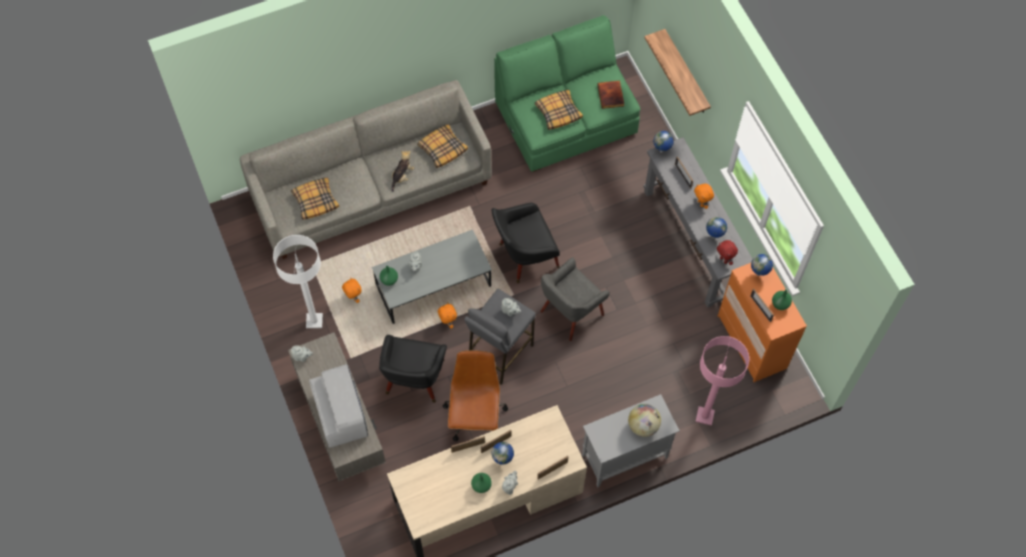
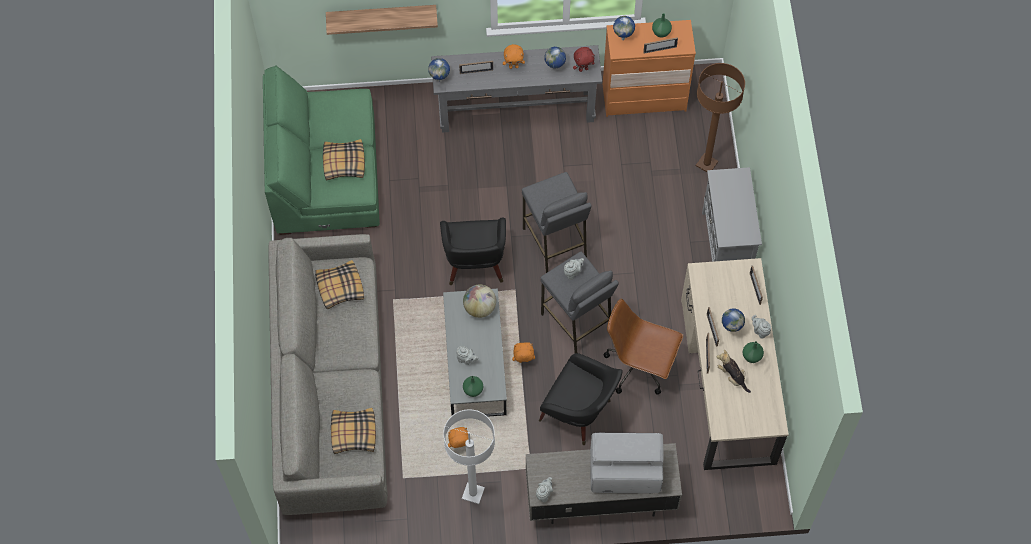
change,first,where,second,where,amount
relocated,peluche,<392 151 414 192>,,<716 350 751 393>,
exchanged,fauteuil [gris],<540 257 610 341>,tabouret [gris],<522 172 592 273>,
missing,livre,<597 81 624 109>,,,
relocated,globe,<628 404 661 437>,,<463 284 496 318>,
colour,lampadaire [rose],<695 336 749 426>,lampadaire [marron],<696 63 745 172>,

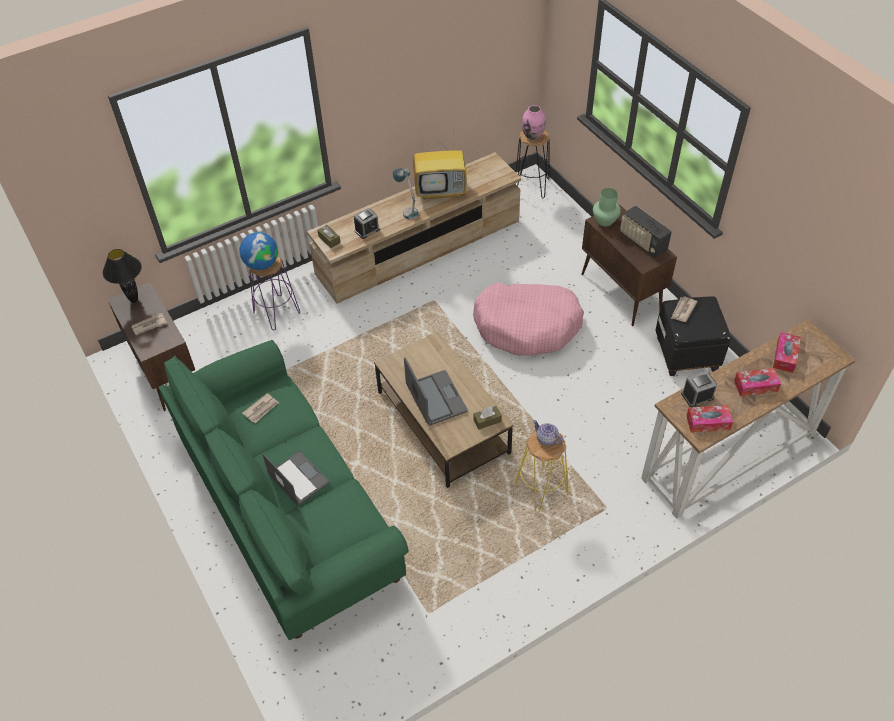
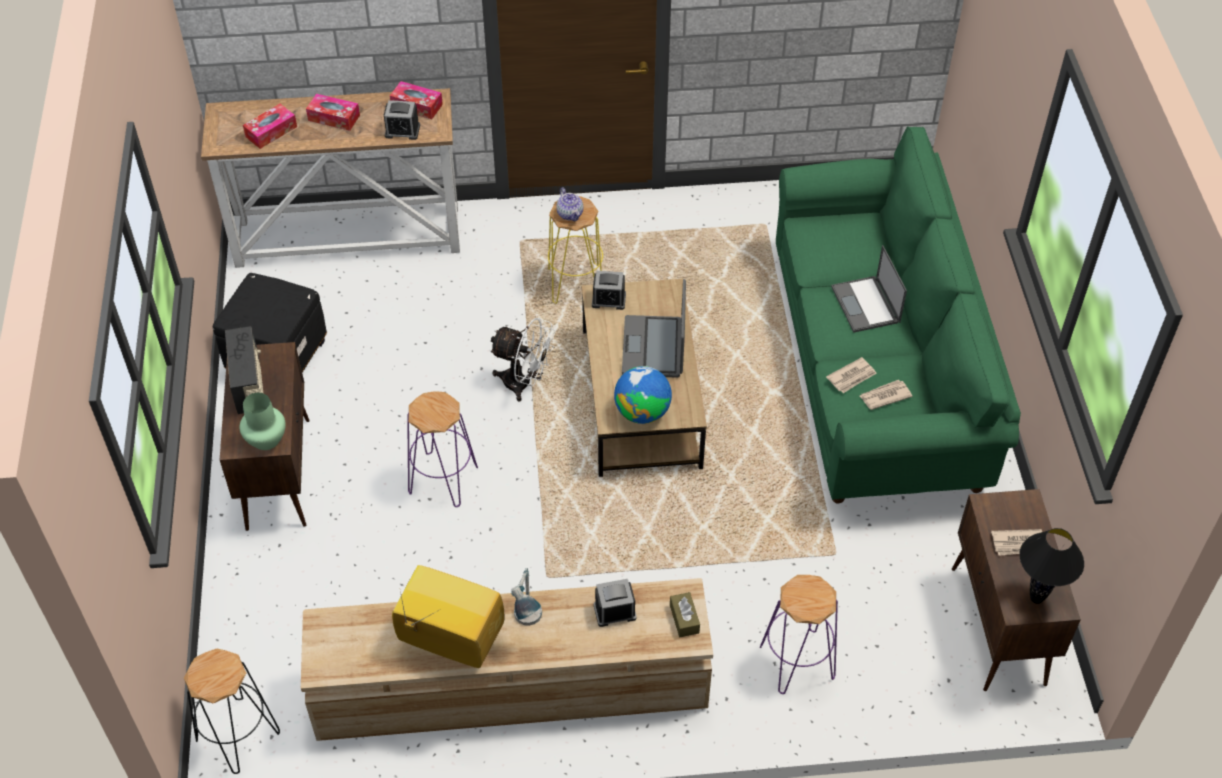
change,first,where,second,where,amount
relocated,globe,<240 232 278 270>,,<614 366 672 424>,
exchanged,panier pour chien [rose],<473 283 584 356>,tabouret [violet],<407 391 478 507>,
exchanged,boîte à mouchoirs [marron],<473 406 502 430>,réveil,<592 271 626 310>,
missing,vase [rose],<522 105 546 140>,,,
relocated,journal,<671 297 698 322>,,<826 357 877 393>,
appeared,,,ventilateur [blanc],<489 318 555 402>,

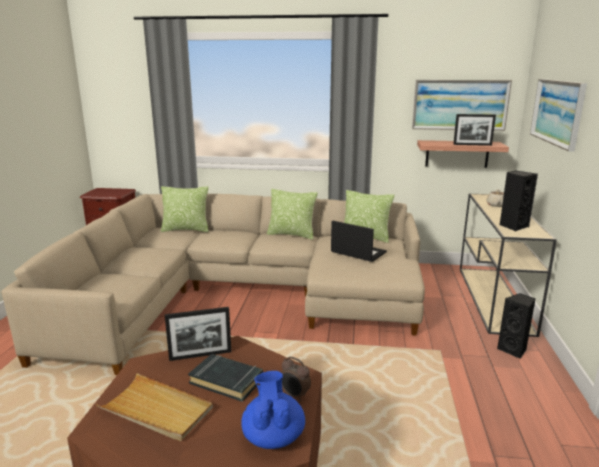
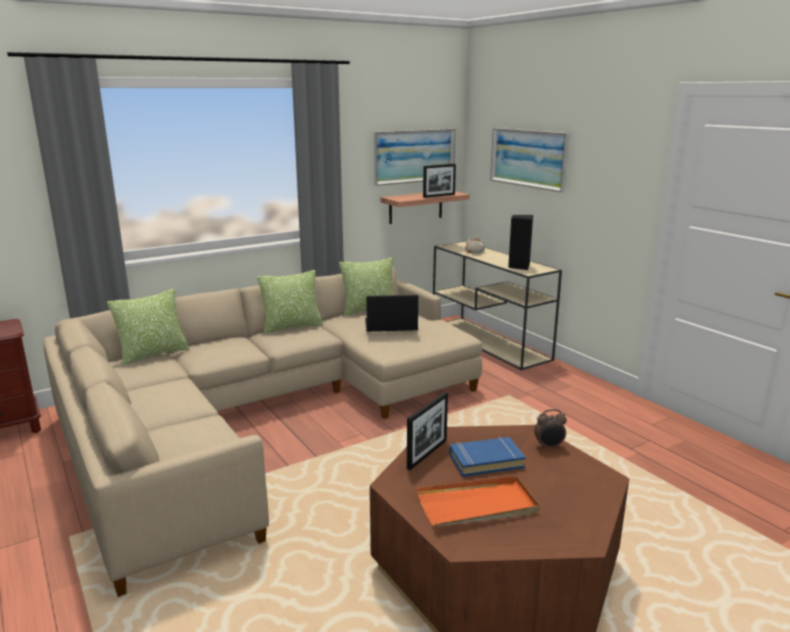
change,first,where,second,where,amount
colour,plateau [beige],<96 373 213 441>,plateau [orange],<417 476 539 527>,
colour,livre [noir],<188 354 263 402>,livre [bleu],<449 437 526 477>,
missing,théière [bleu],<241 371 305 449>,,,
missing,enceinte [noir],<497 293 536 359>,,,

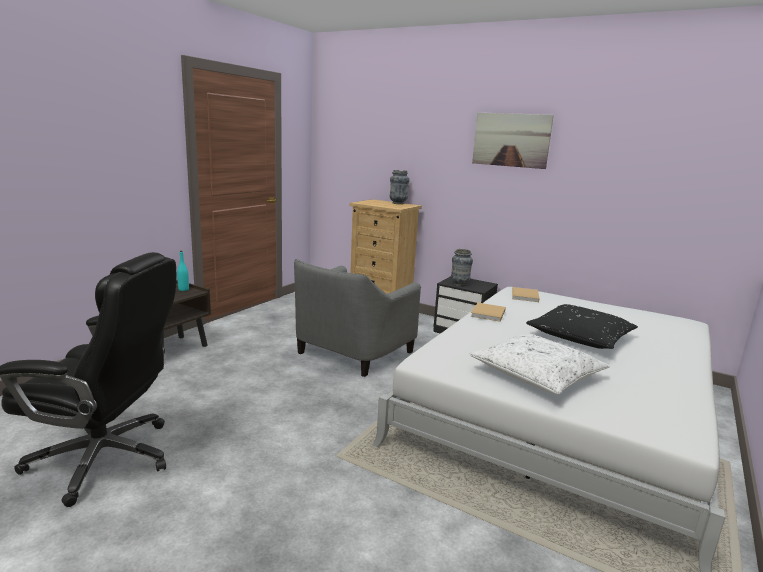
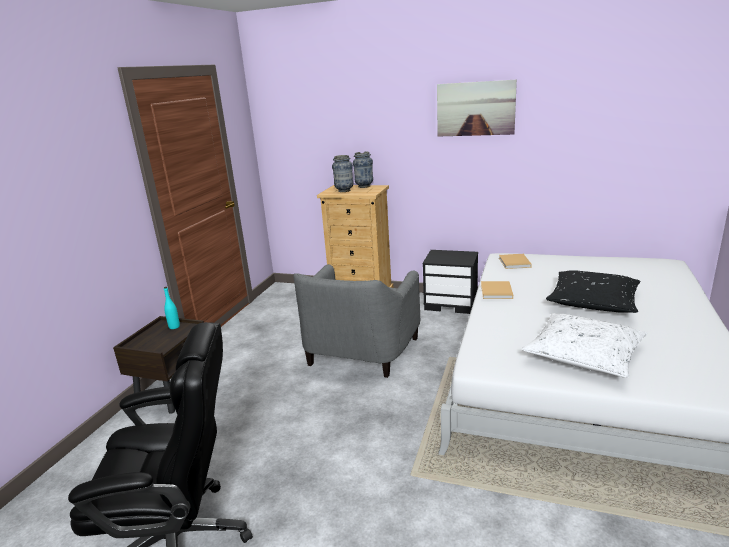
change,first,where,second,where,amount
relocated,vase,<451 249 473 286>,,<332 155 353 192>,

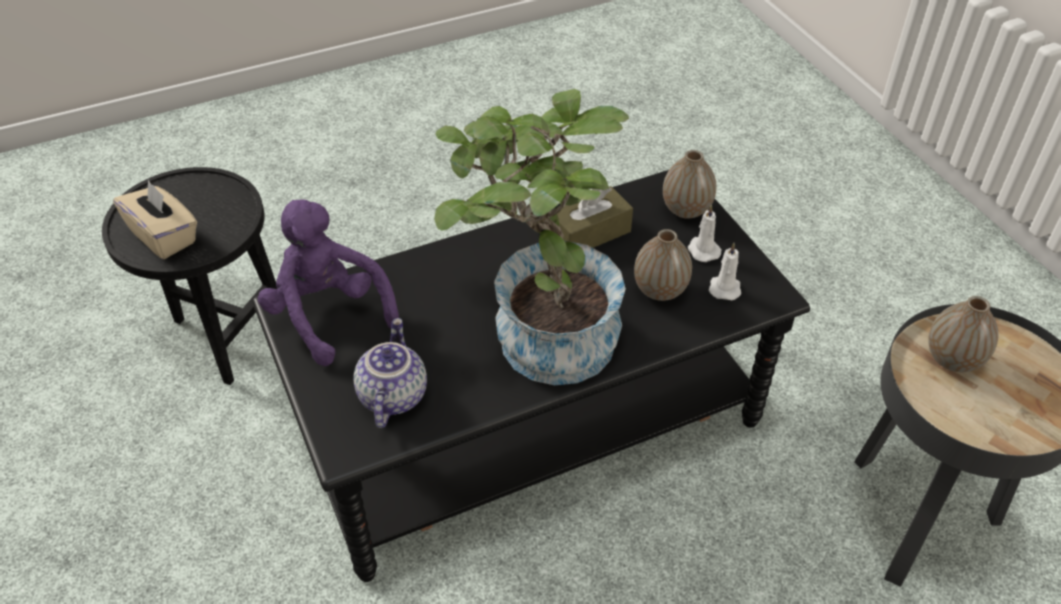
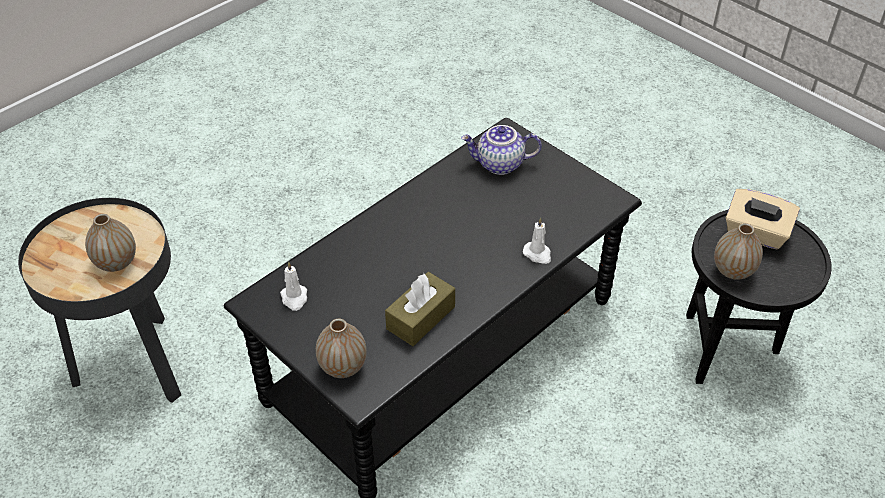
change,first,where,second,where,amount
missing,peluche [violet],<258 199 399 366>,,,
spun,théière,<354 318 427 428>,,<461 125 542 175>,105 degrees clockwise
missing,plante en pot,<434 89 629 385>,,,
relocated,vase,<634 229 692 301>,,<714 223 763 280>,
relocated,bougie [blanc],<688 205 722 262>,,<523 217 551 264>,

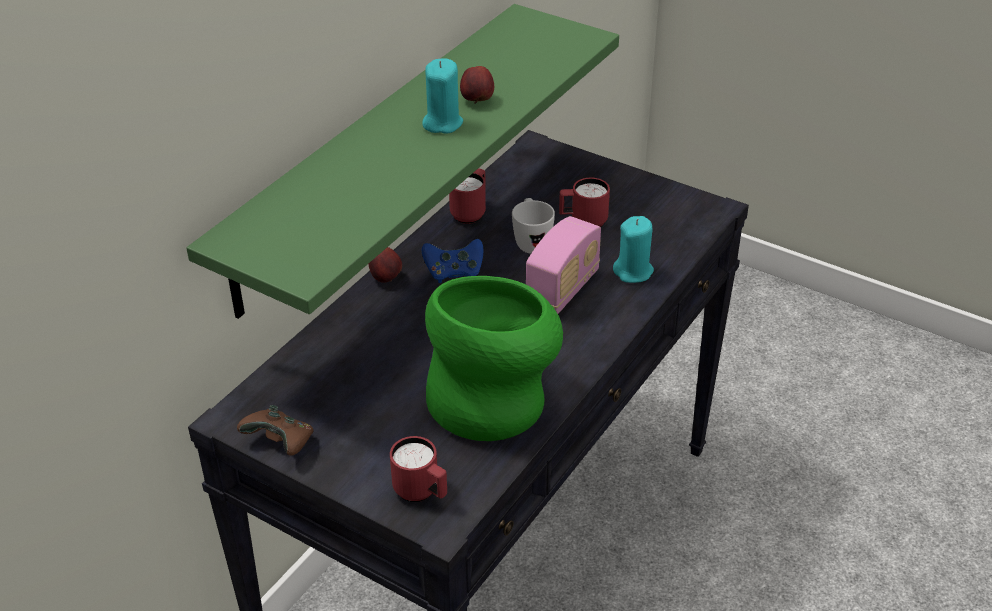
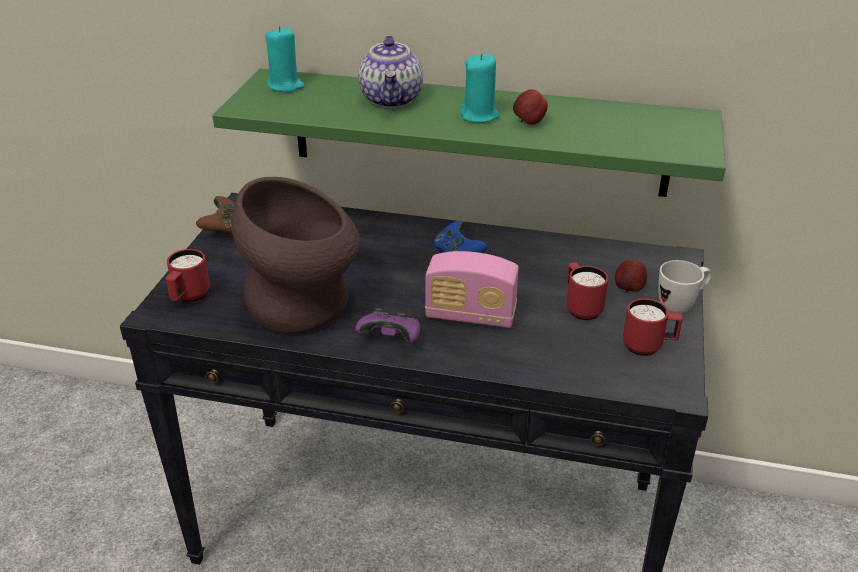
change,first,where,second,where,amount
relocated,pomme,<368 247 402 283>,,<615 260 647 293>,
colour,vase [vert],<425 276 563 441>,vase [marron],<232 177 361 334>,
relocated,mug [rouge],<449 169 486 224>,,<623 298 683 356>,
relocated,mug [blanc],<512 198 555 254>,,<658 260 712 313>,
relocated,bougie [turquoise],<613 216 654 283>,,<265 26 305 92>,
appeared,,,manette [violet],<355 308 420 343>,
appeared,,,théière,<358 36 423 108>,

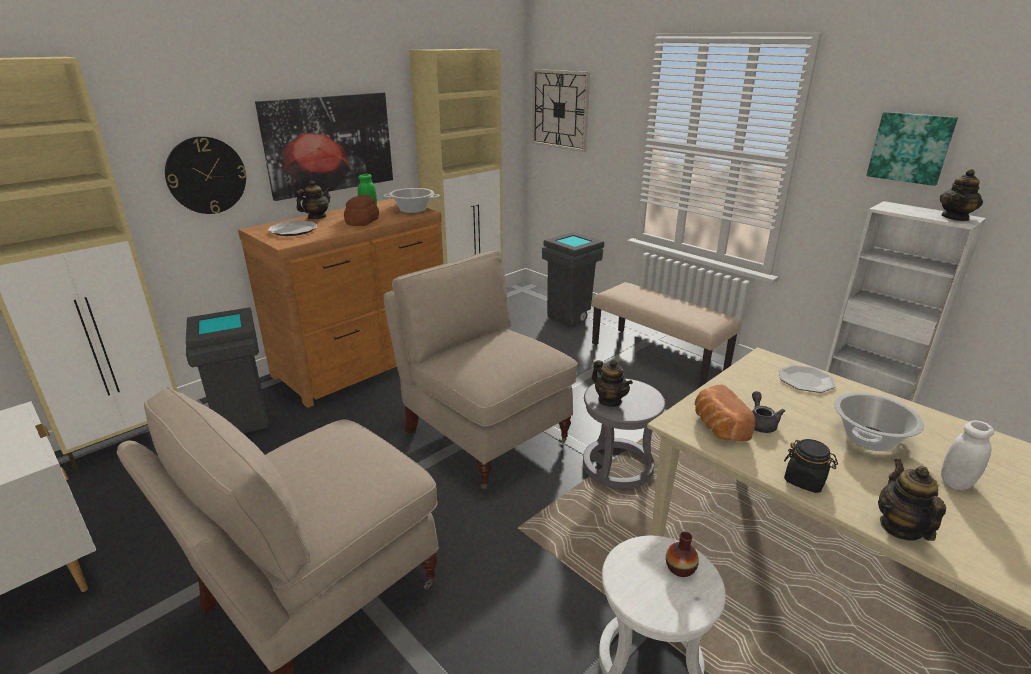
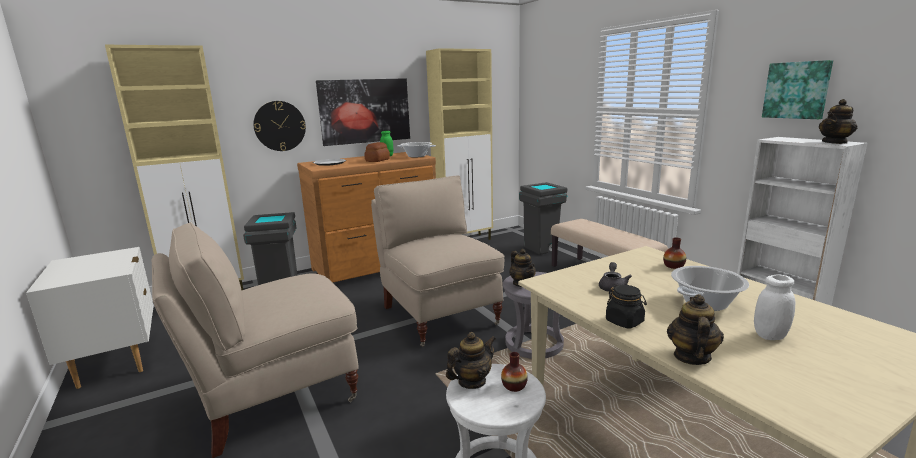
change,first,where,second,where,amount
relocated,théière,<296 180 331 219>,,<446 332 495 389>,
missing,horloge murale,<532 69 590 152>,,,
missing,pain,<695 384 755 441>,,,
exchanged,assiette,<779 365 836 393>,vase,<663 238 686 269>,

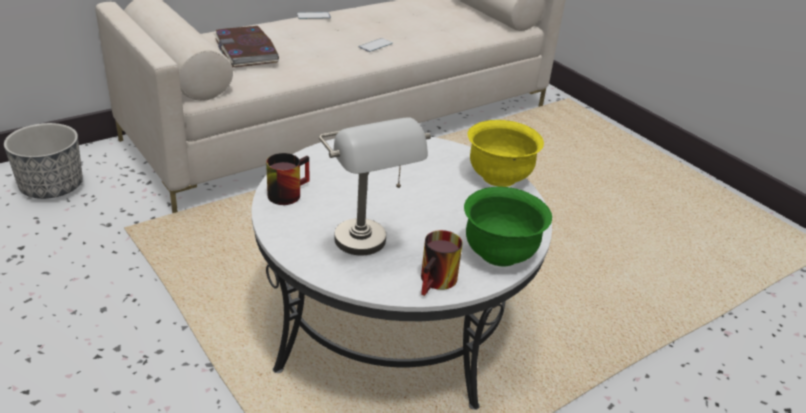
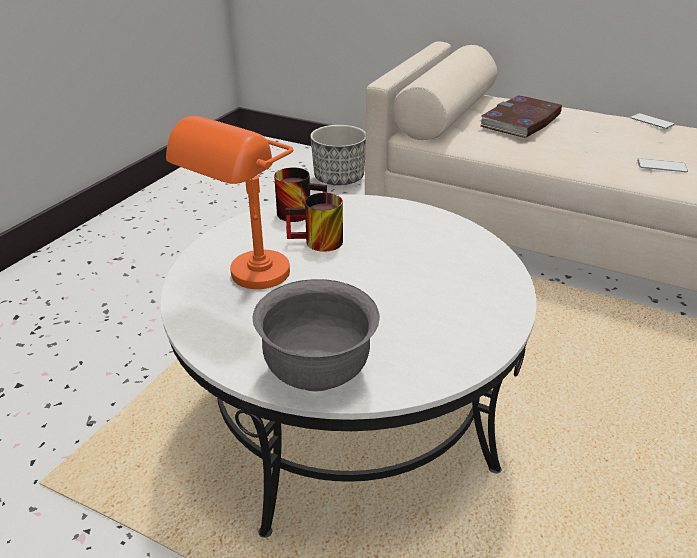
change,first,where,second,where,amount
colour,lampe de table [gris],<319 117 431 255>,lampe de table [orange],<166 116 293 289>,
relocated,mug,<421 230 462 296>,,<286 193 343 252>,
colour,bol [vert],<464 187 552 266>,bol [gris],<253 279 380 391>,
missing,bol [jaune],<468 120 544 187>,,,

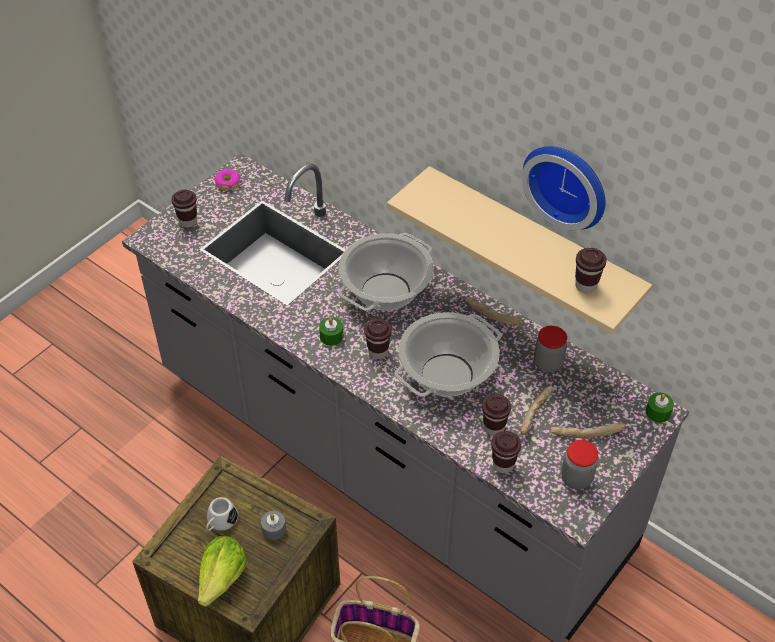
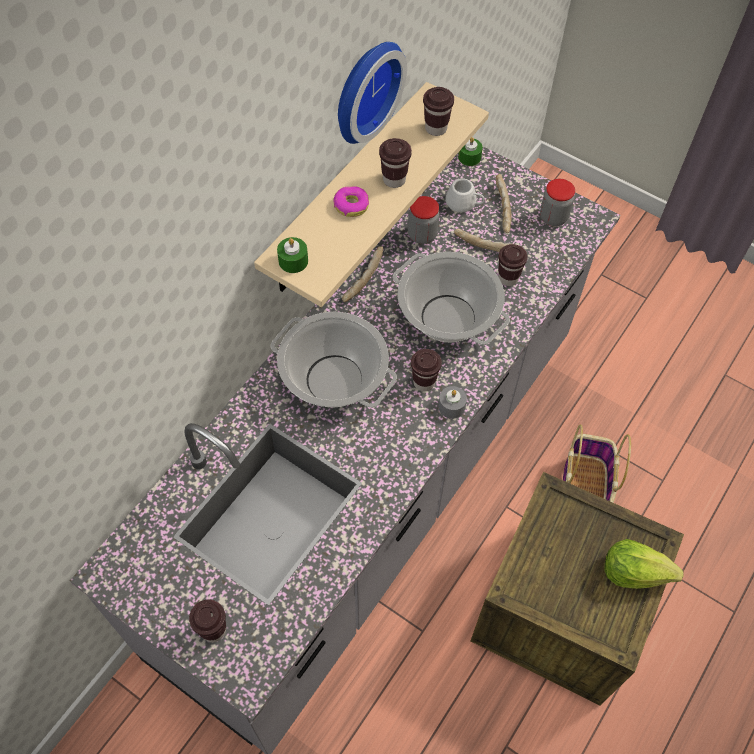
change,first,where,second,where,amount
relocated,mug [blanc],<206 497 238 531>,,<446 178 485 212>,
relocated,beignet,<215 169 241 190>,,<333 186 369 217>,
relocated,bougie [gris],<261 511 286 540>,,<438 386 467 419>,
relocated,bougie [vert],<319 317 343 346>,,<277 237 308 273>,
relocated,tasse [marron],<491 431 521 473>,,<379 138 412 188>,

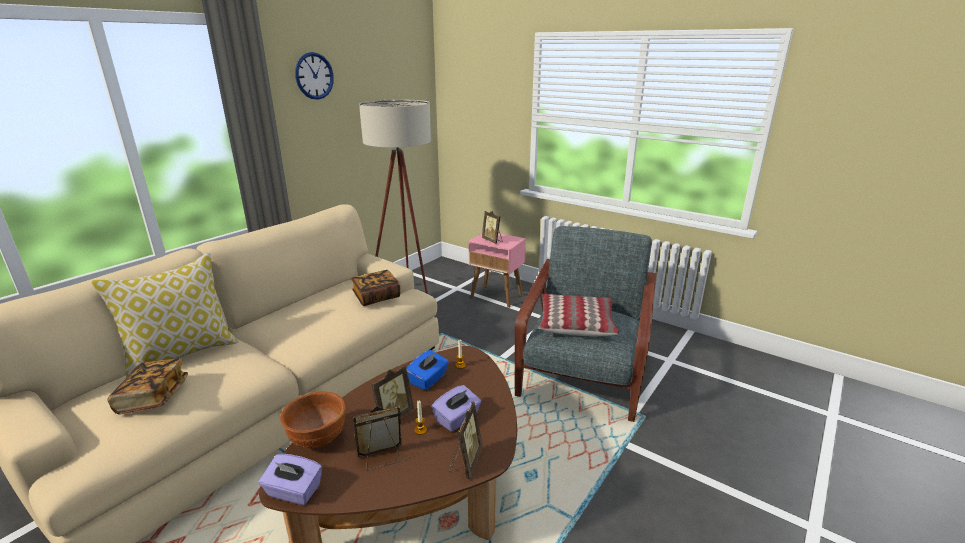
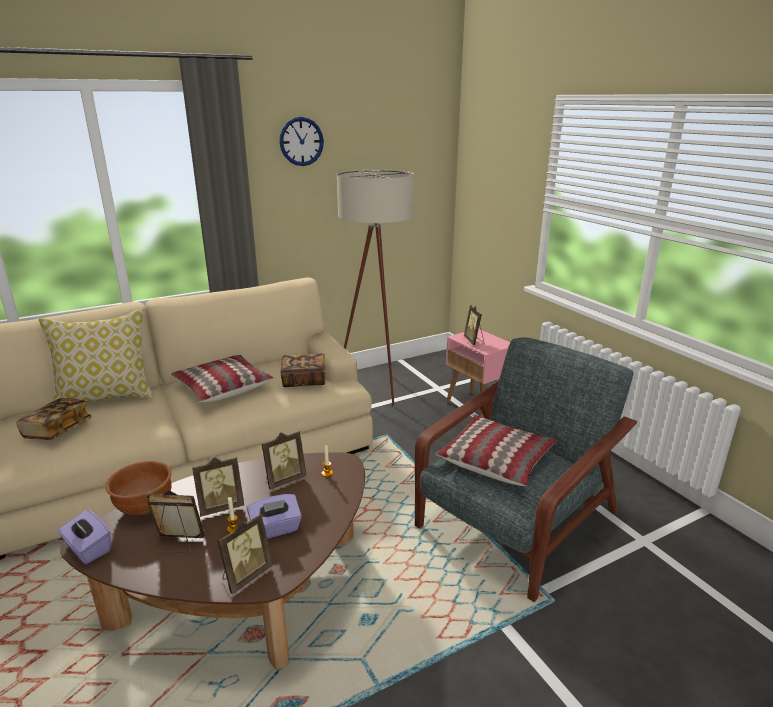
change,first,where,second,where,amount
exchanged,boîte à mouchoirs [bleu],<406 350 449 390>,cadre photo,<262 431 306 490>,
appeared,,,coussin,<171 355 273 402>,

